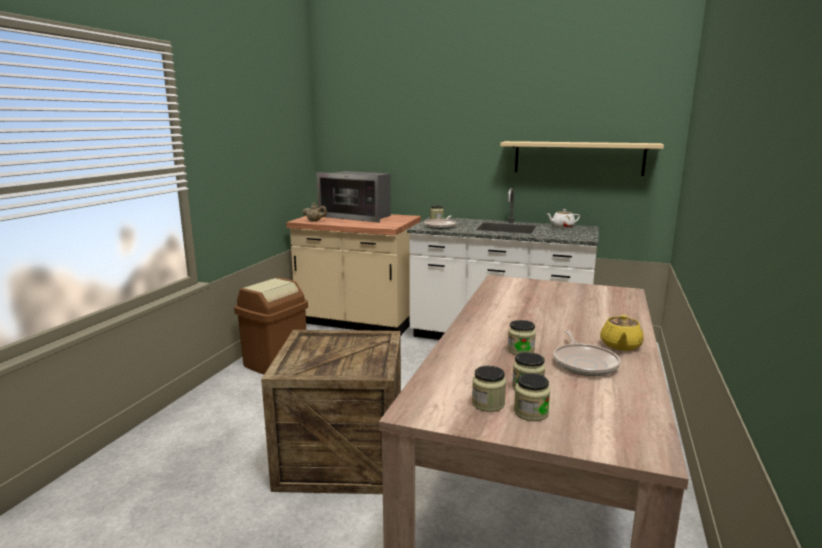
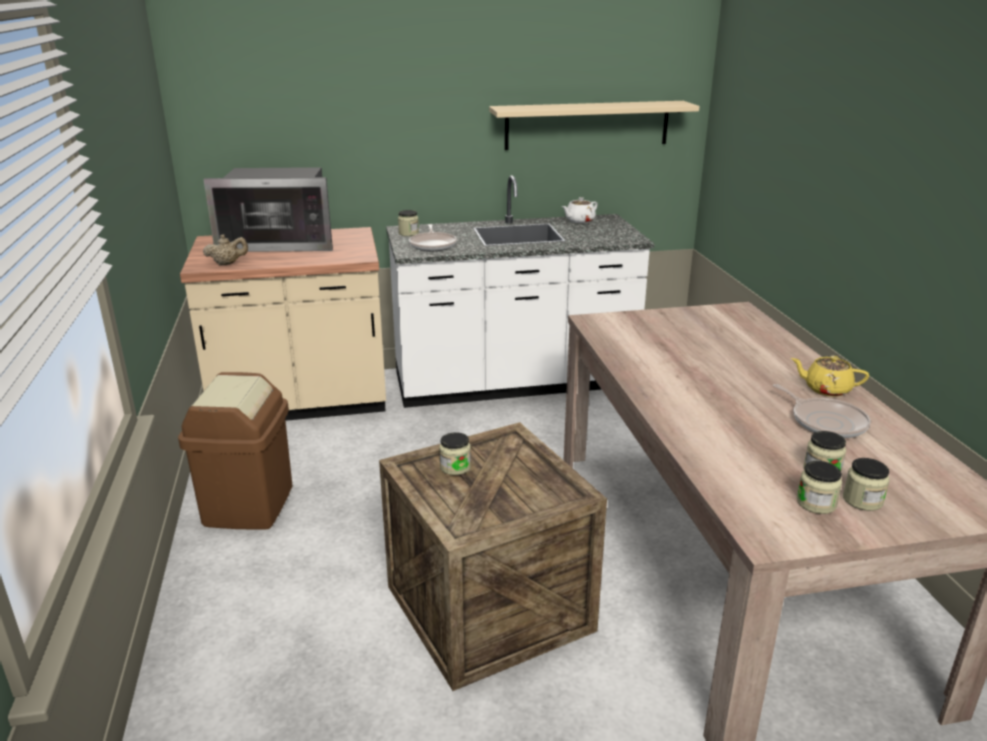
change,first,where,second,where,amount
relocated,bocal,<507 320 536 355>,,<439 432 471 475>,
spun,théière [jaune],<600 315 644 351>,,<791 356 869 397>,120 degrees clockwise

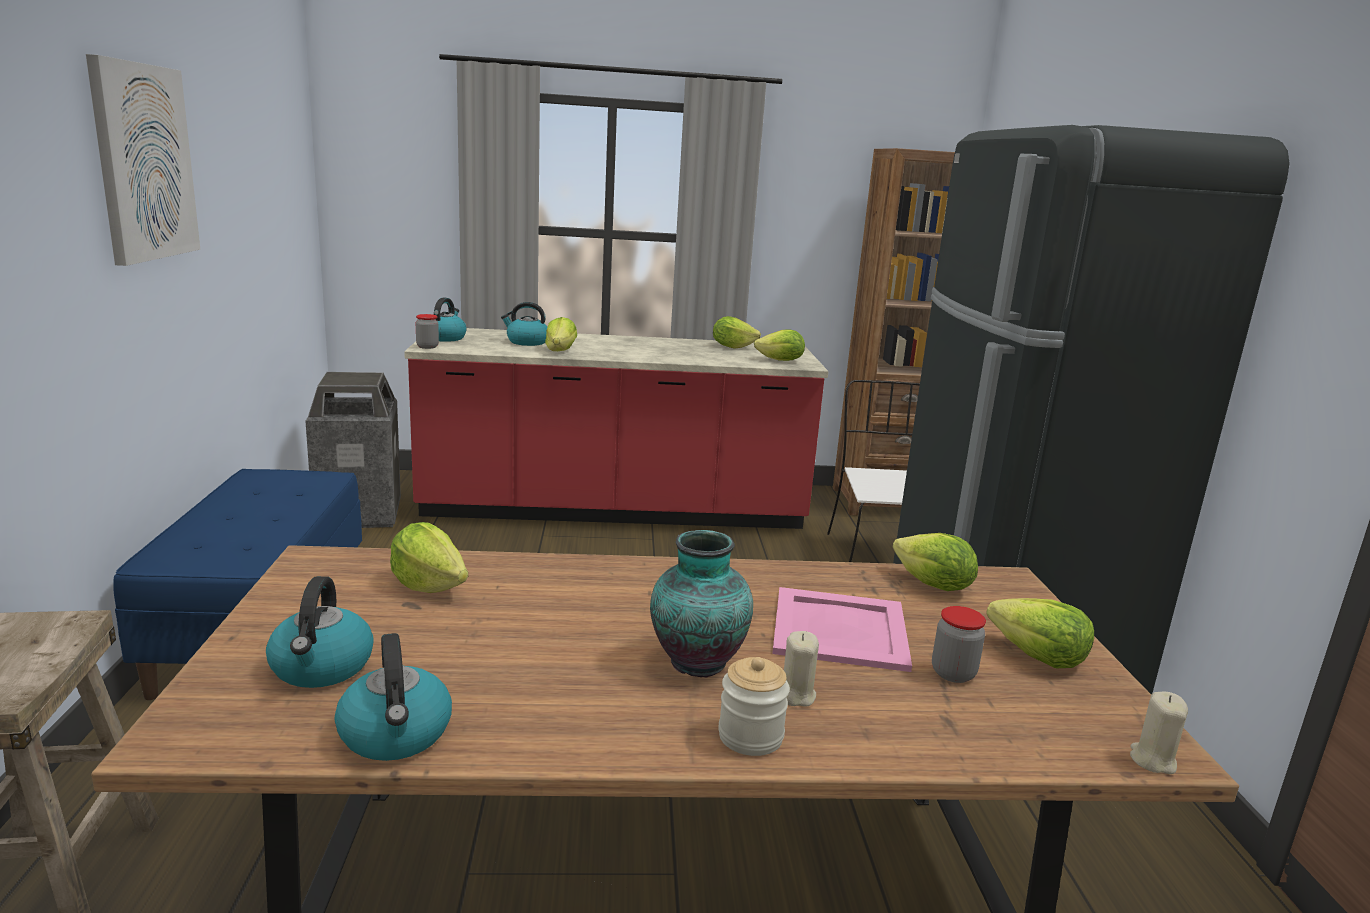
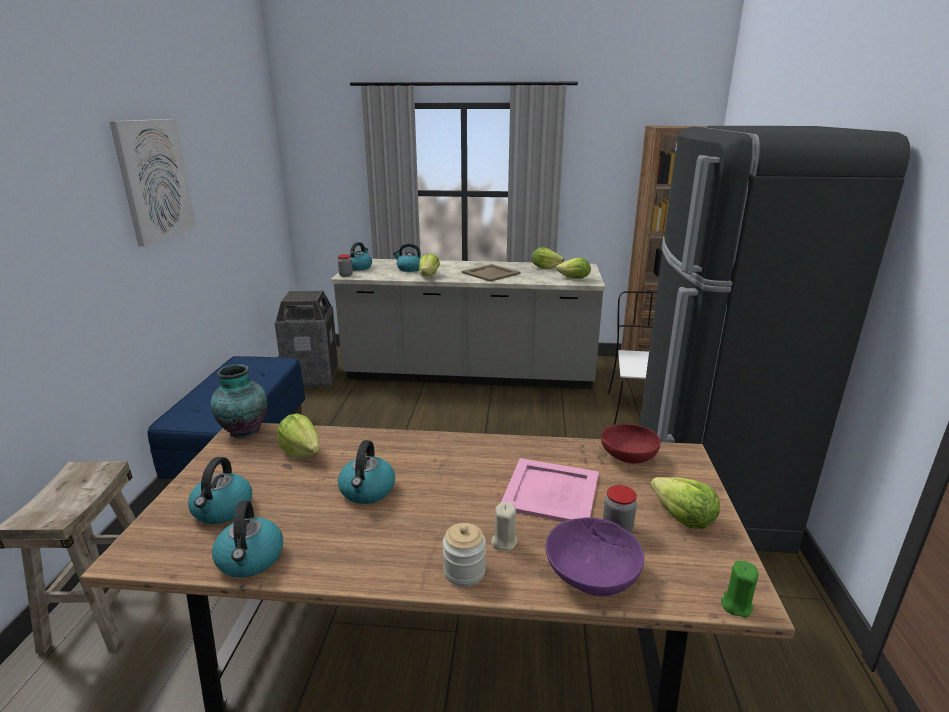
change,first,where,second,where,amount
colour,comptoir de cuisine [rouge],<404 328 828 529>,comptoir de cuisine [gris],<331 259 605 389>,
relocated,vase,<650 530 753 678>,,<211 364 267 439>,
exchanged,laitue,<893 533 978 591>,bol [rouge],<601 424 661 463>,
colour,bougie [beige],<1130 692 1188 774>,bougie [vert],<721 561 758 617>,
appeared,,,bouilloire,<338 440 395 504>,
appeared,,,plateau [beige],<462 264 521 282>,
appeared,,,bol [violet],<545 517 644 596>,

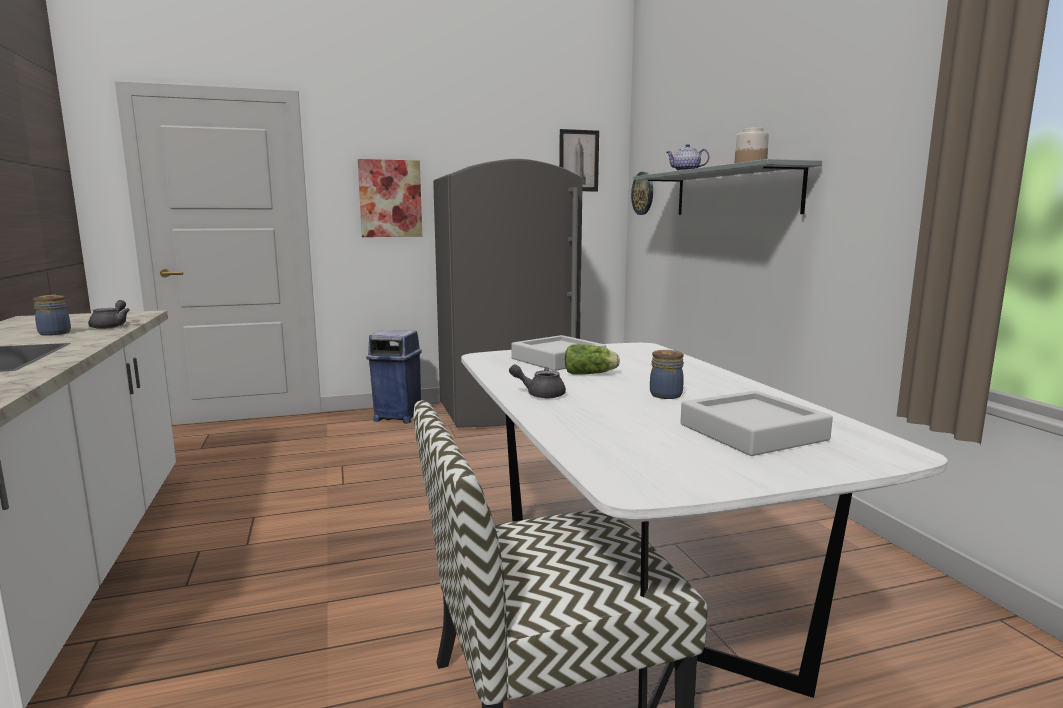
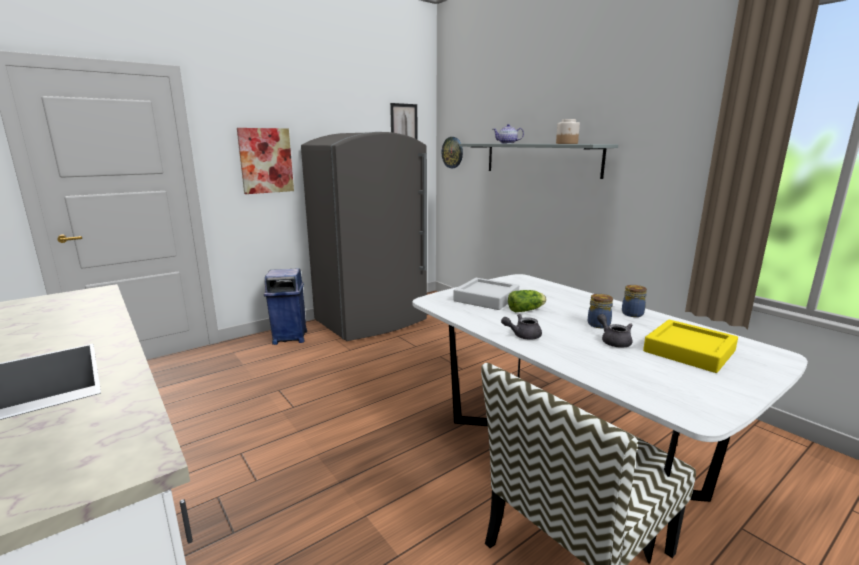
change,first,where,second,where,amount
relocated,bocal,<33 295 71 336>,,<622 285 647 317>,
relocated,théière [gris],<88 300 130 329>,,<597 314 632 348>,
colour,plateau [gris],<680 391 833 456>,plateau [jaune],<643 320 738 373>,

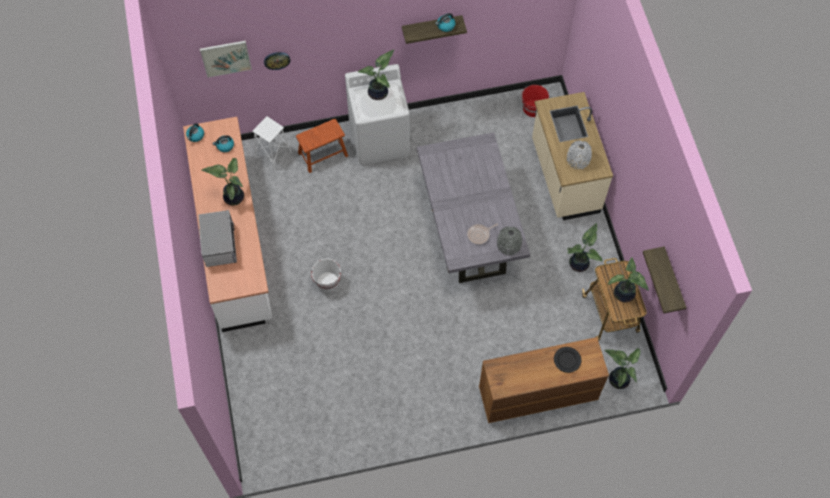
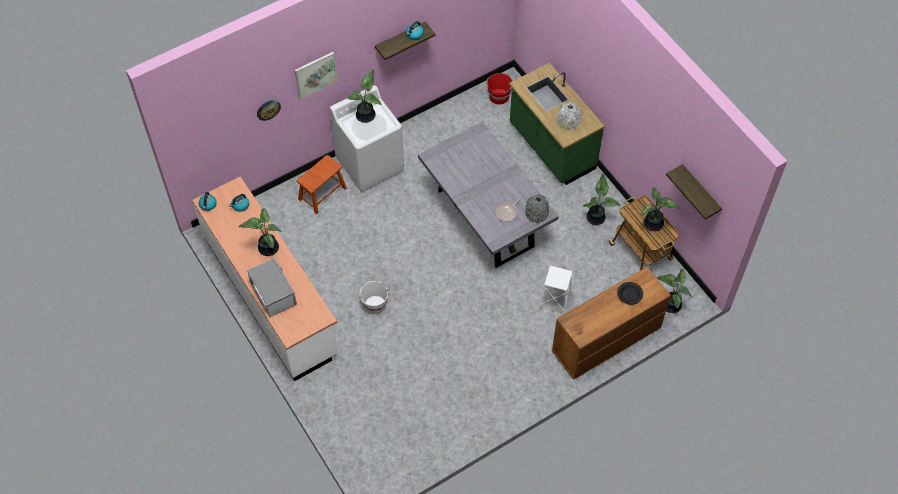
change,first,where,second,where,amount
relocated,tableau,<200 41 252 78>,,<295 52 338 99>,
relocated,tabouret [blanc],<252 116 292 171>,,<538 266 573 314>,
colour,comptoir de cuisine [beige],<532 92 613 220>,comptoir de cuisine [vert],<509 63 605 185>,

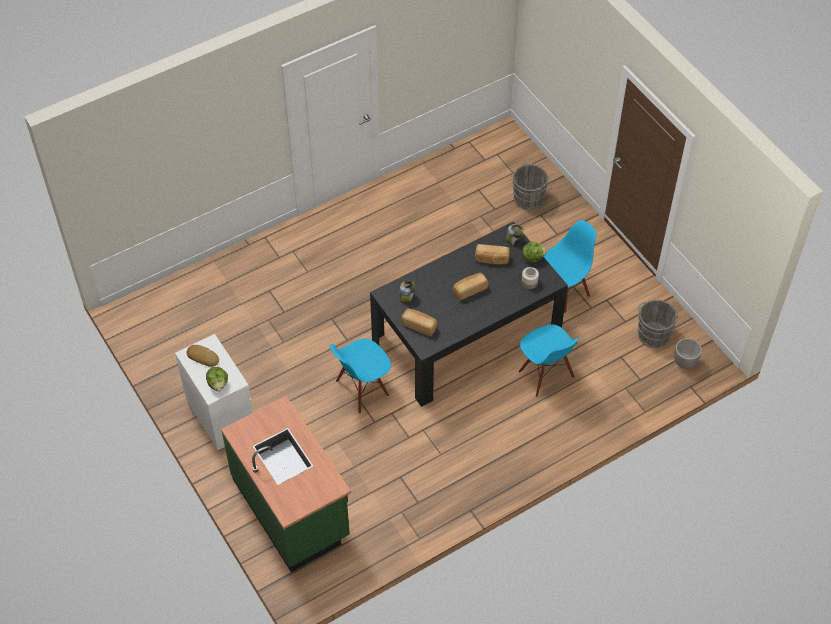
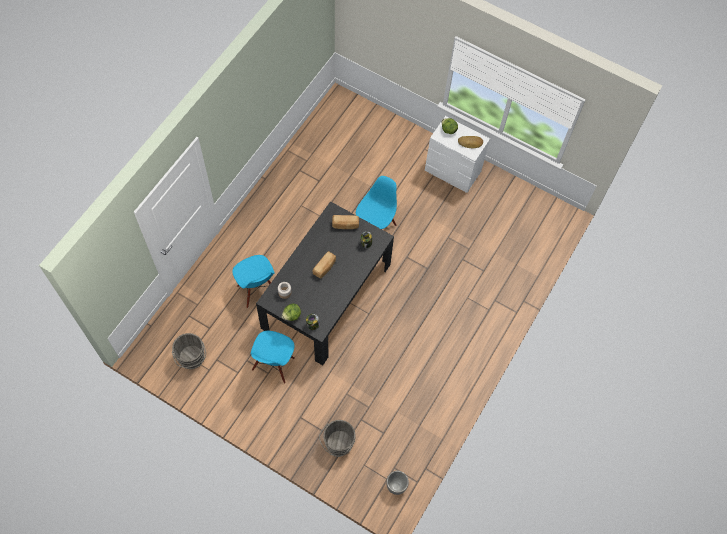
change,first,where,second,where,amount
missing,comptoir de cuisine [vert],<221 396 351 572>,,,
missing,pain,<475 244 510 264>,,,
spun,chaise [bleu],<519 324 579 397>,,<232 255 274 308>,150 degrees counterclockwise
relocated,cache-pot,<674 338 702 369>,,<386 471 409 495>,

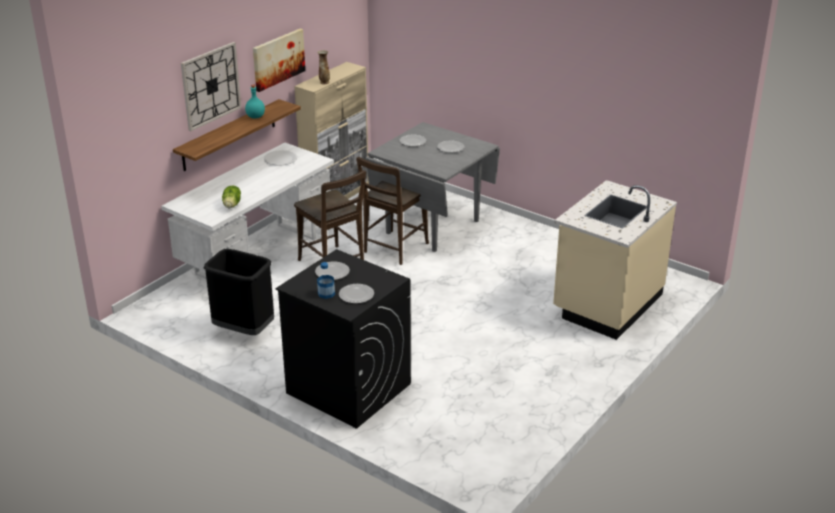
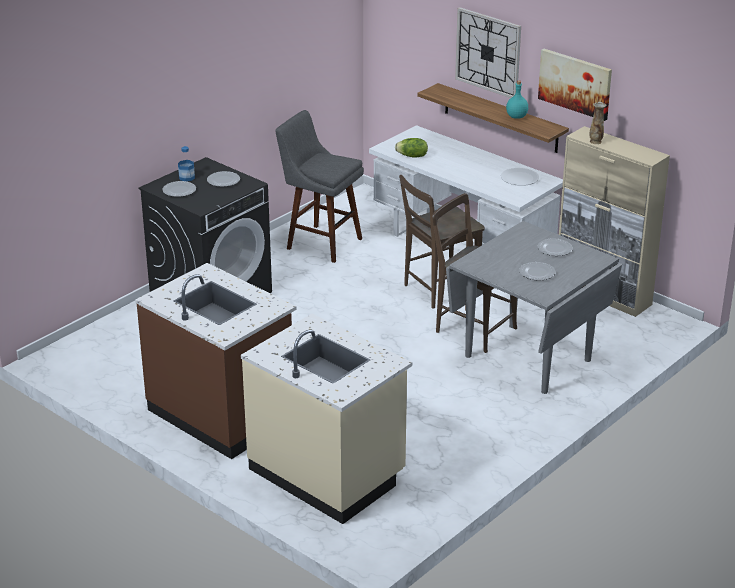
change,first,where,second,where,amount
exchanged,poubelle [noir],<204 249 274 335>,tabouret [gris],<276 110 364 263>,
appeared,,,comptoir de cuisine [marron],<135 263 296 459>,

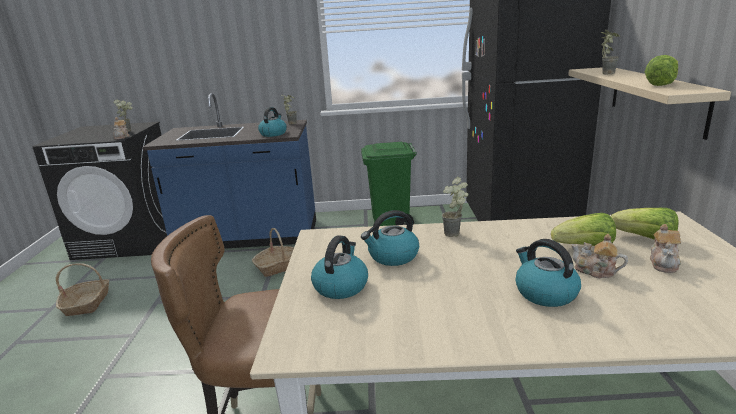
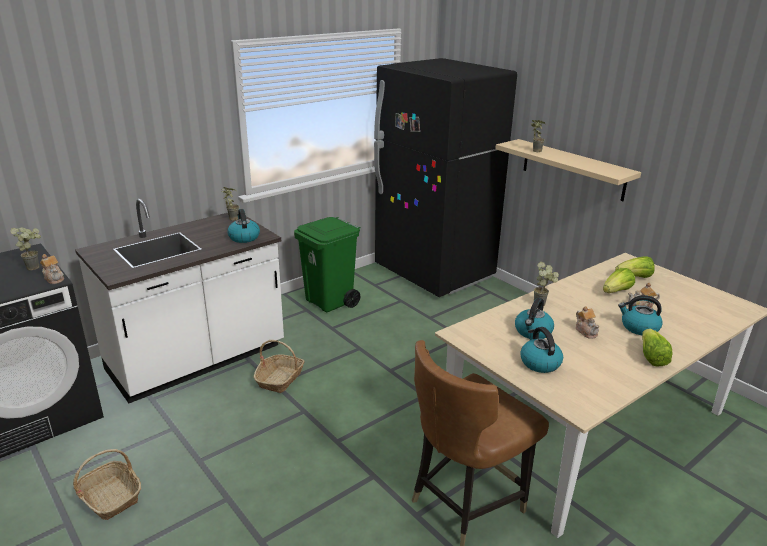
change,first,where,second,where,amount
colour,comptoir de cuisine [bleu],<143 93 316 249>,comptoir de cuisine [blanc],<75 199 284 403>,
relocated,laitue,<645 55 678 86>,,<642 329 673 367>,
relocated,théière,<650 224 681 273>,,<576 306 600 339>,

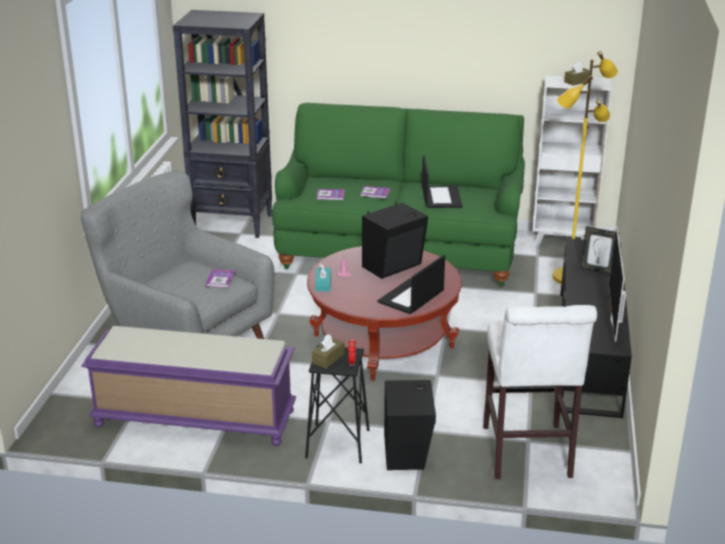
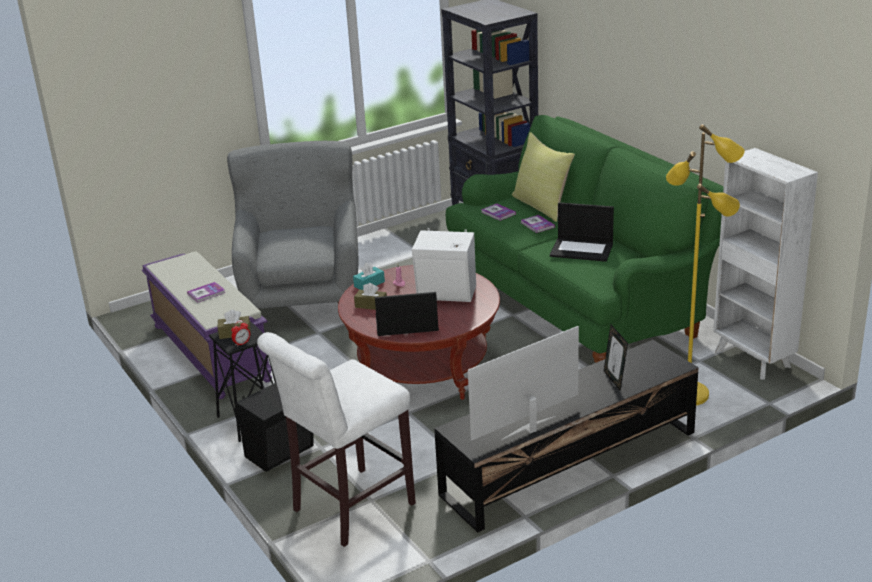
change,first,where,second,where,amount
relocated,livre,<206 269 234 288>,,<187 282 225 303>,
colour,enceinte [noir],<362 202 428 279>,enceinte [blanc],<412 228 476 302>,
spun,ordinateur portable,<422 155 462 208>,,<550 202 614 262>,60 degrees clockwise
relocated,boîte à mouchoirs [marron],<564 61 590 86>,,<354 283 387 310>,
appeared,,,coussin [jaune],<512 132 575 222>,

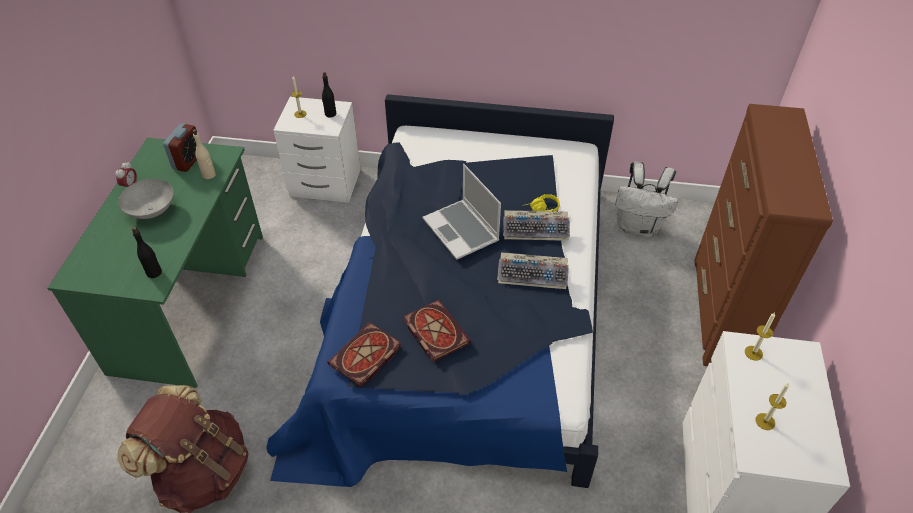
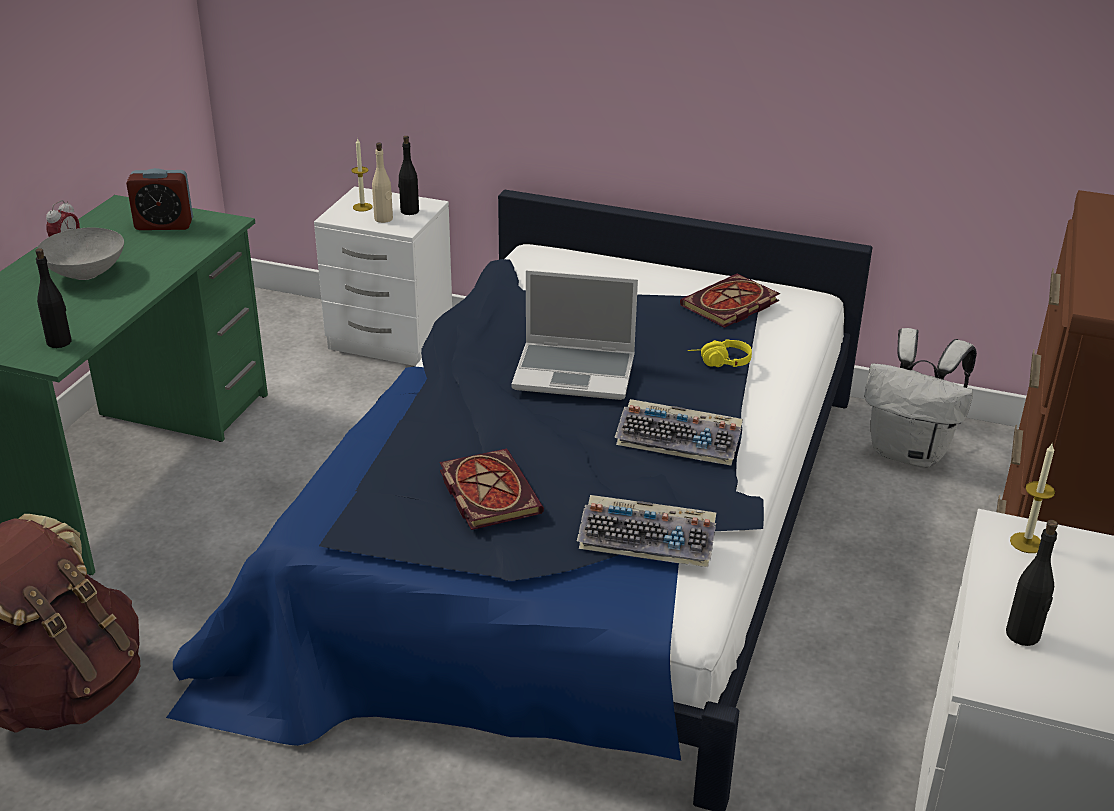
change,first,where,second,where,amount
spun,réveil,<163 123 197 172>,,<126 168 193 230>,60 degrees clockwise
relocated,bouteille [beige],<193 129 216 179>,,<372 143 393 223>,
relocated,livre,<328 322 402 387>,,<680 274 780 328>,
spun,ordinateur portable,<423 164 501 260>,,<511 270 638 400>,60 degrees counterclockwise
relocated,clavier,<503 210 570 241>,,<577 495 716 567>,
exchanged,bougie,<755 383 789 430>,bouteille [noir],<1006 520 1058 646>,

